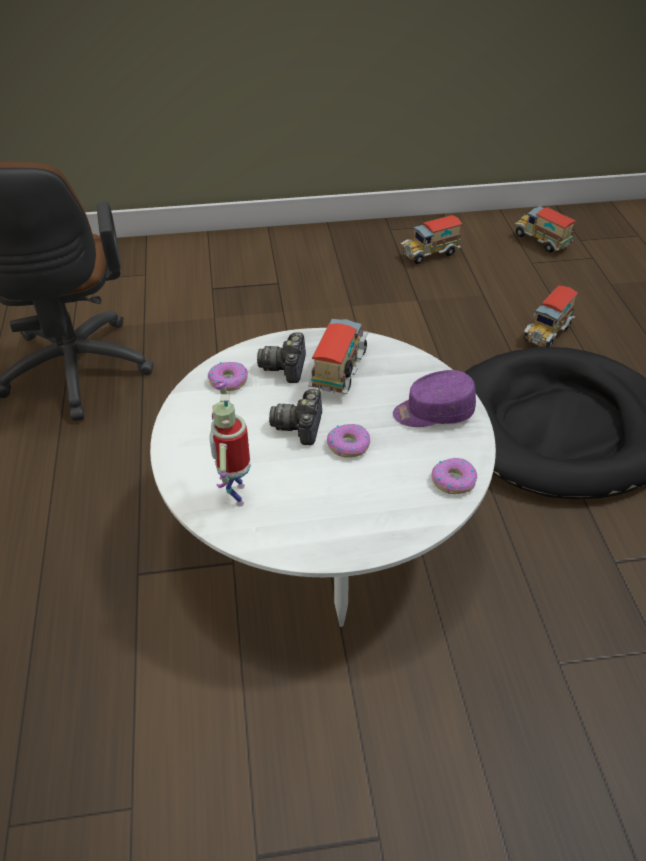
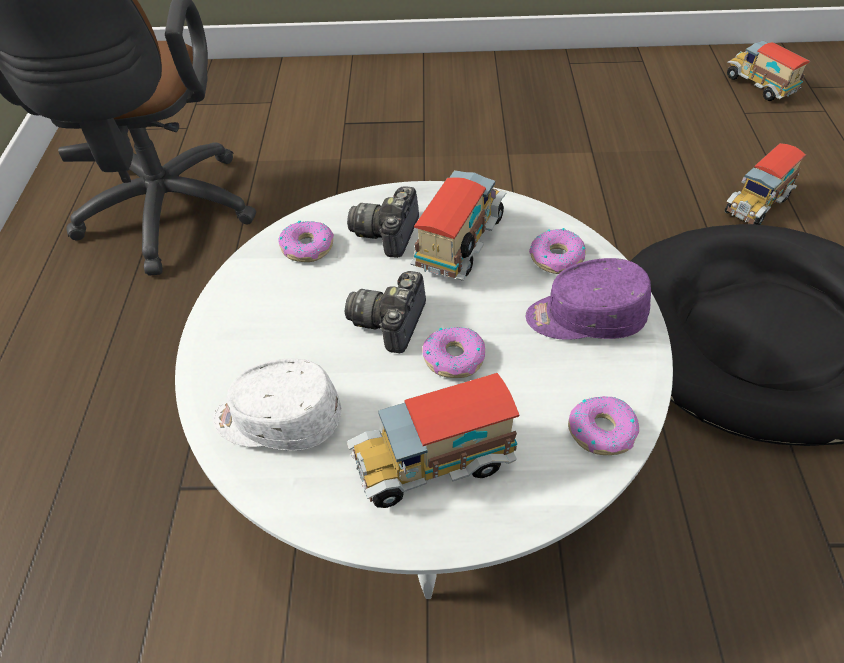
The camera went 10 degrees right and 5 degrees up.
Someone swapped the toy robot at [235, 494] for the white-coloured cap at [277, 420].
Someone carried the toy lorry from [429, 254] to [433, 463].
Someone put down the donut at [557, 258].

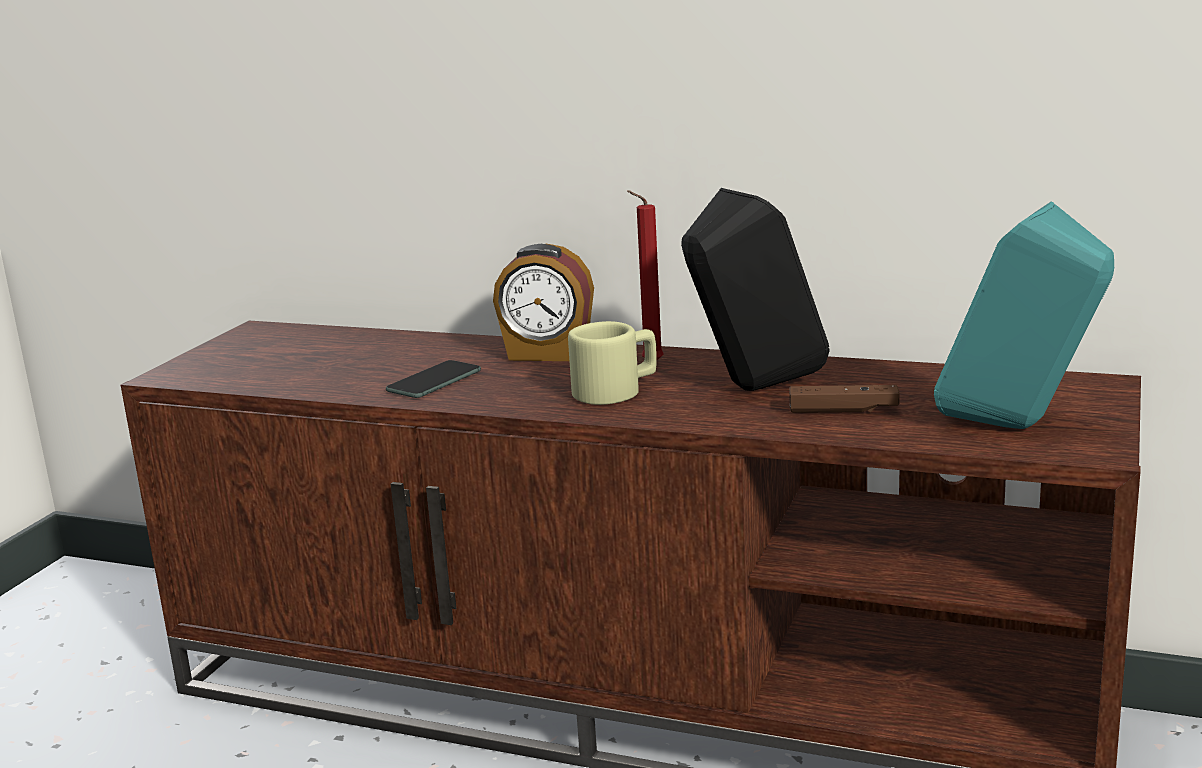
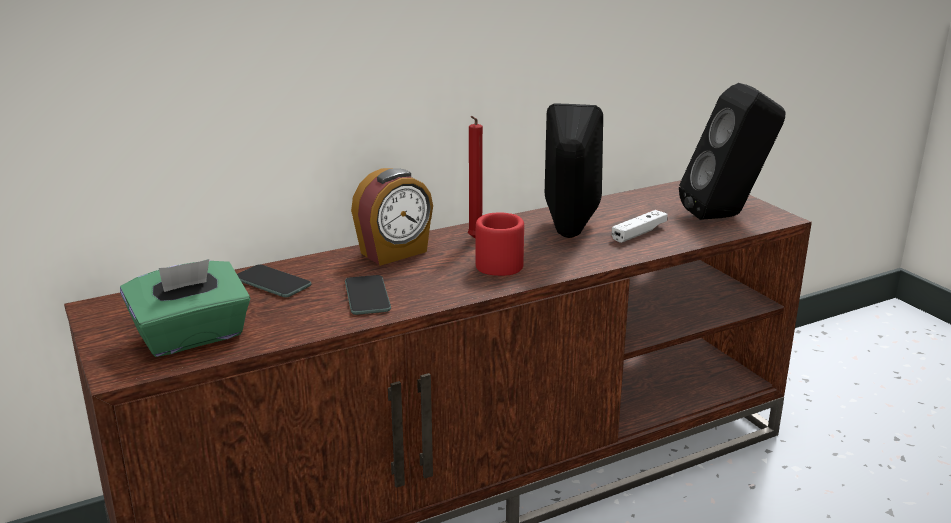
The camera went 50 degrees left and 5 degrees up.
Someone repainted the sand-coloured tea mug at [617, 391], which became the red-coloured tea mug at [500, 262].
Someone repainted the brown-coloured joypad at [843, 410], which became the white-coloured joypad at [639, 233].
Someone repainted the blue-green loudspeaker at [1019, 427], which became the black-coloured loudspeaker at [727, 216].
Someone put down the green box of tissues at [192, 337].
Someone put down the handset at [272, 282].

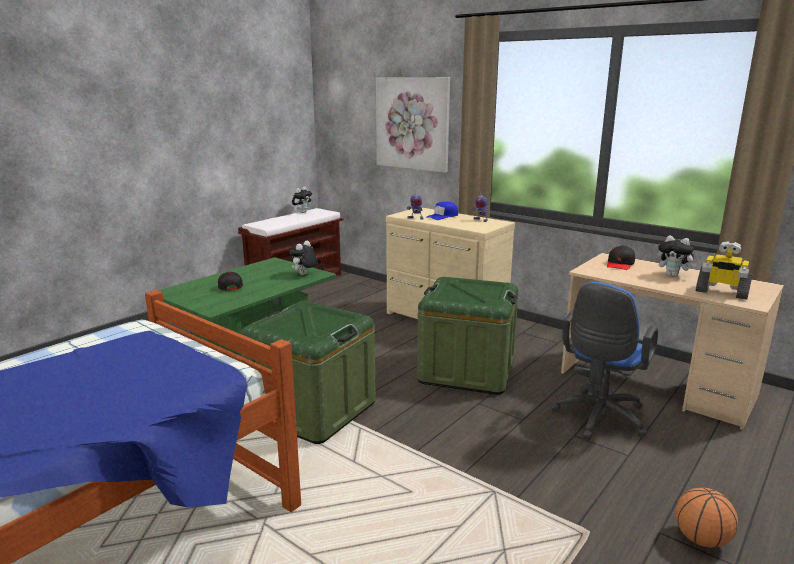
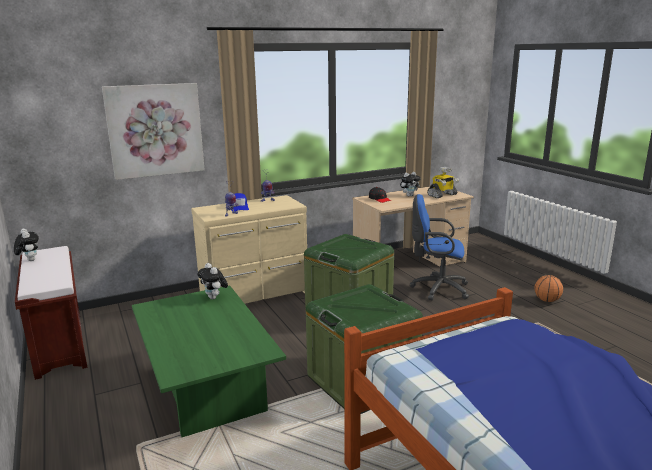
The camera went 65 degrees left and 0 degrees up.
Someone took away the black-coloured cap at [229, 286].
Someone rotated the blue-coloured office chair at [598, 419] by 135 degrees clockwise.

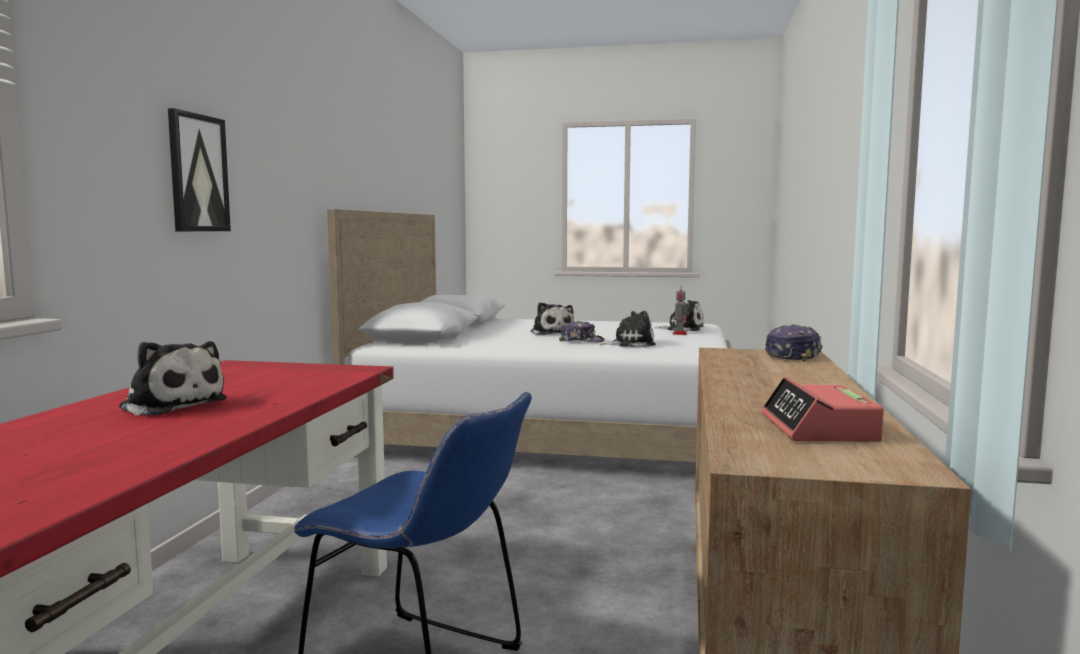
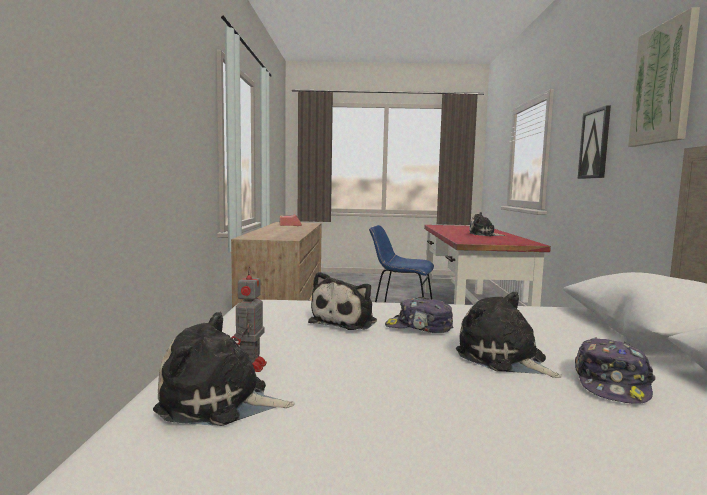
The camera went 170 degrees right and 0 degrees up.
Someone rotated the soft toy at [630, 344] by 45 degrees counterclockwise.
Someone carried the cap from [793, 356] to [612, 384].
Someone put up the wall art at [663, 84].

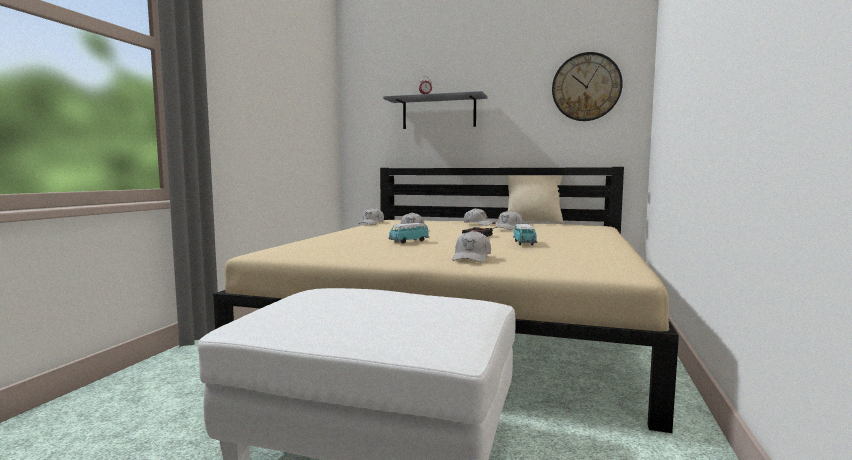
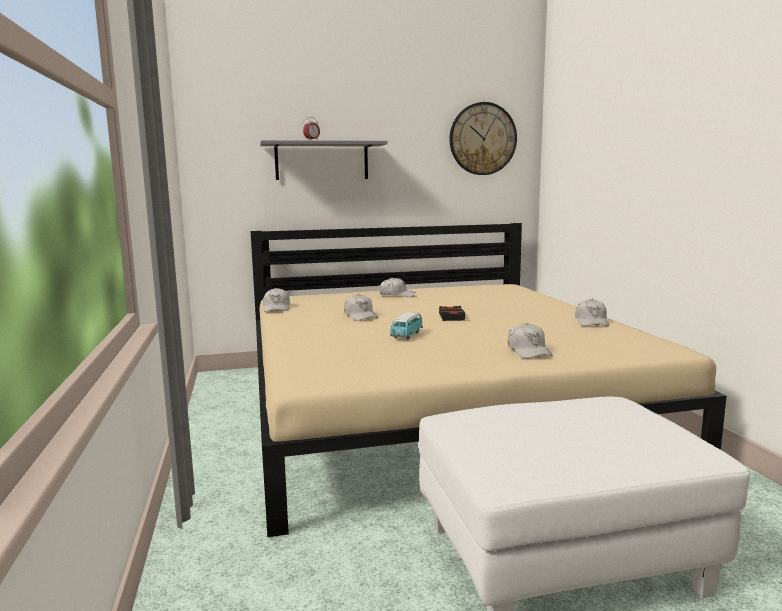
The camera went 30 degrees left and 5 degrees up.
Someone carried the white-coloured cap from [508, 228] to [591, 322].
Someone took away the sand-coloured throw pillow at [533, 222].
Someone took away the toy car at [524, 243].

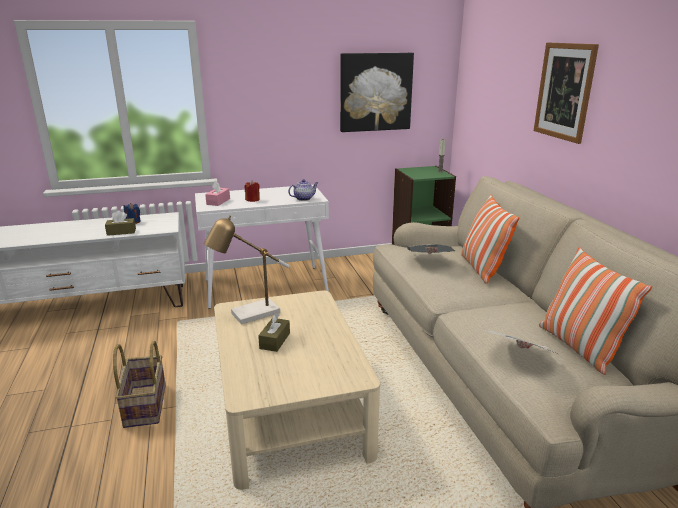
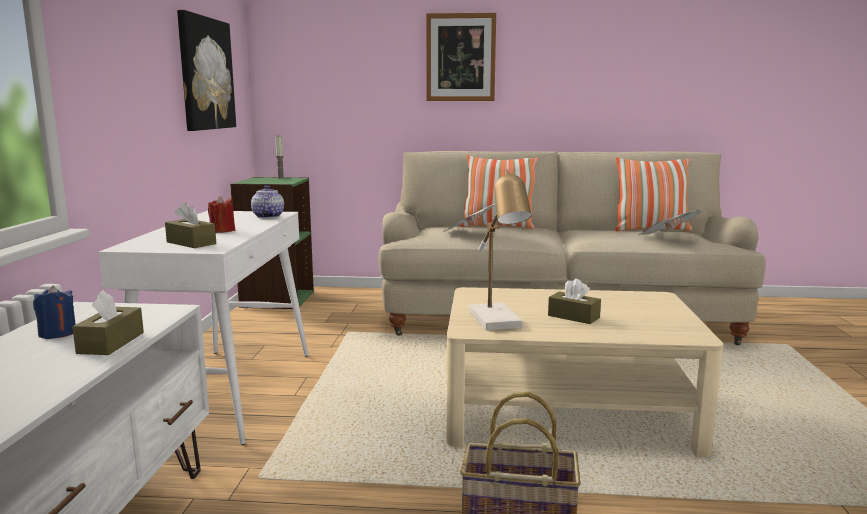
The camera went 70 degrees left and 10 degrees down.
Someone repainted the pinkish box of tissues at [218, 201], which became the brown-coloured box of tissues at [191, 243].

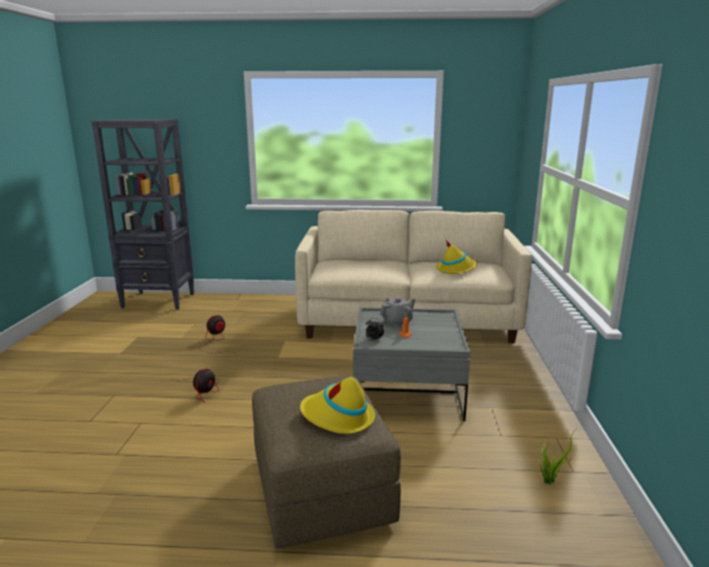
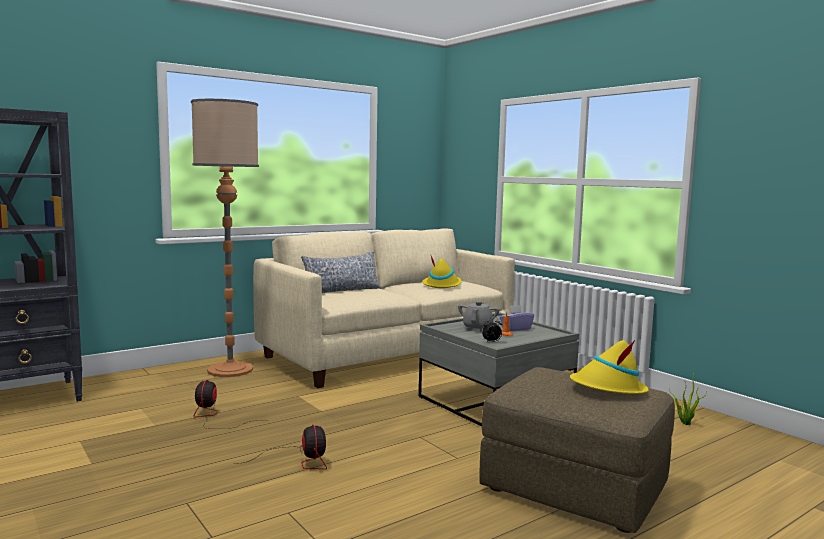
The camera went 40 degrees left and 10 degrees down.
Someone put down the standing lamp at [230, 370].
Someone put down the throw pillow at [341, 290].
Someone put down the purple-coloured box of tissues at [516, 328].

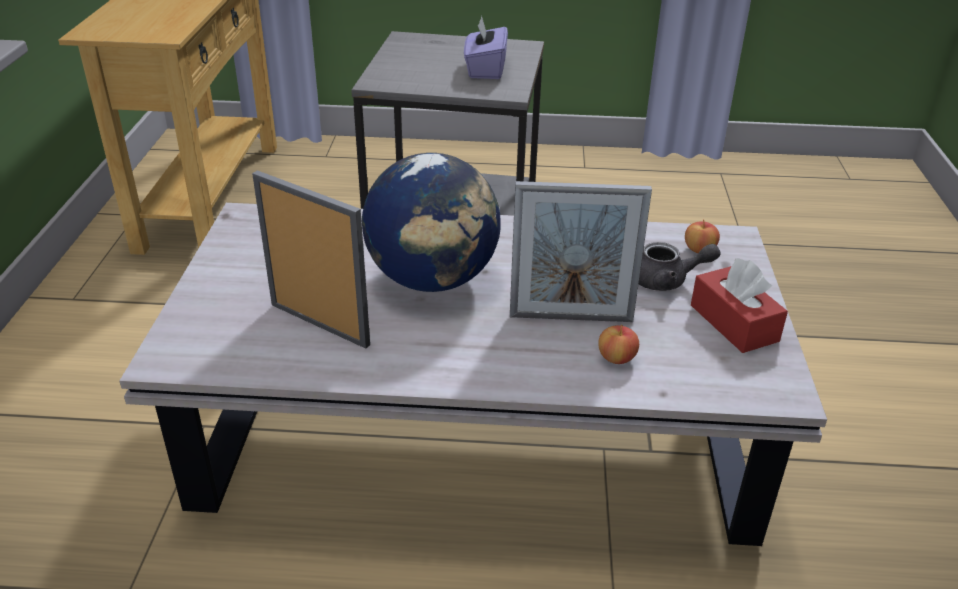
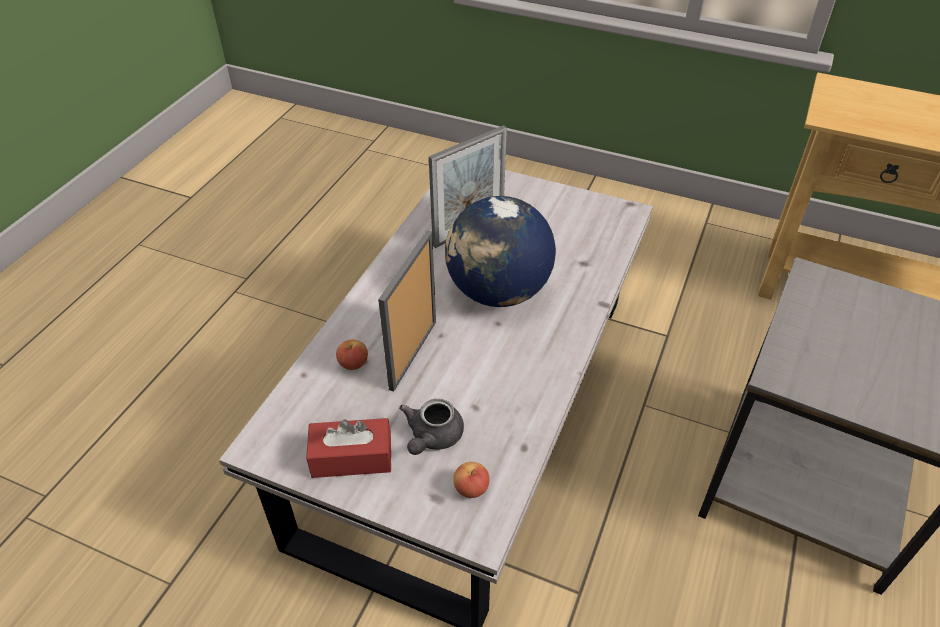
The camera went 110 degrees right and 10 degrees up.
Someone took away the purple-coloured box of tissues at [485, 70].

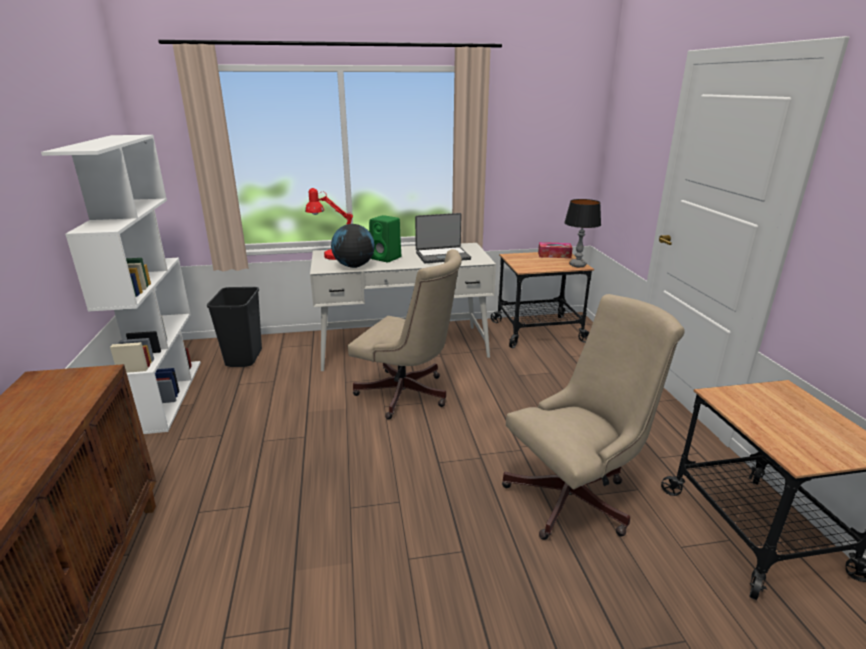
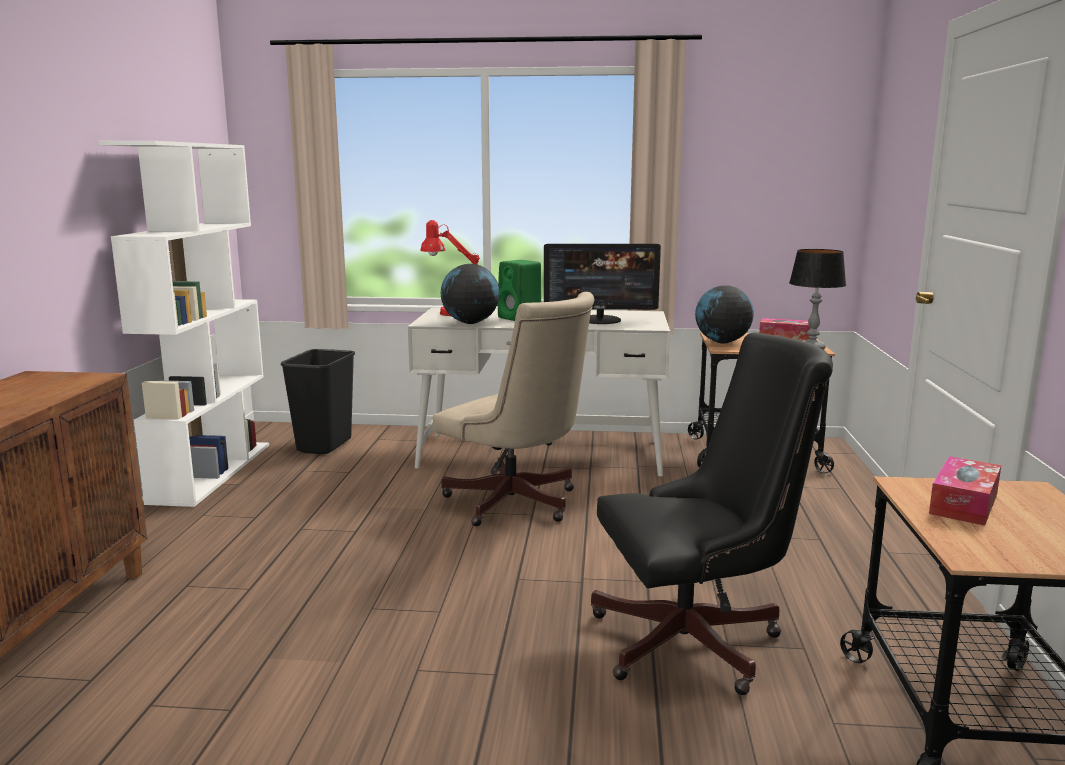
The camera went 15 degrees right and 10 degrees down.
Someone swapped the laptop at [442, 256] for the computer display at [600, 320].
Someone repainted the sand-coloured office chair at [576, 496], which became the black-coloured office chair at [698, 642].
Someone put down the world globe at [722, 342].
Someone put down the box of tissues at [963, 504].

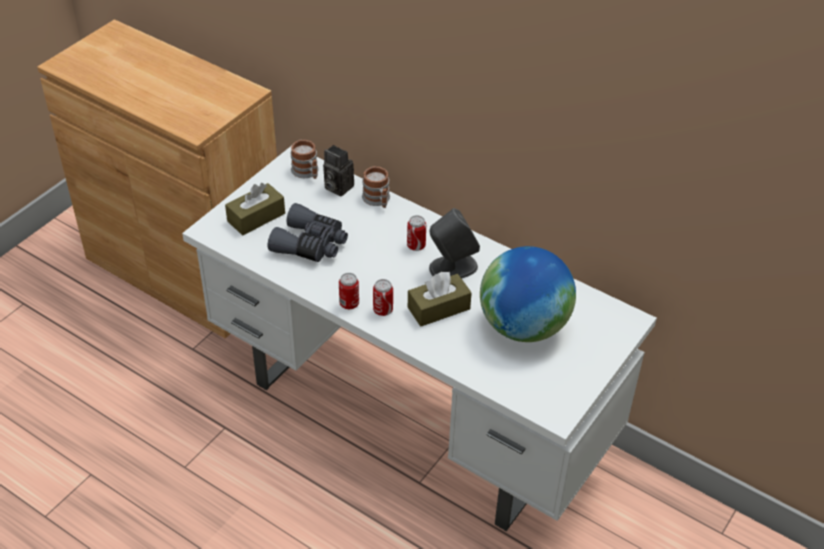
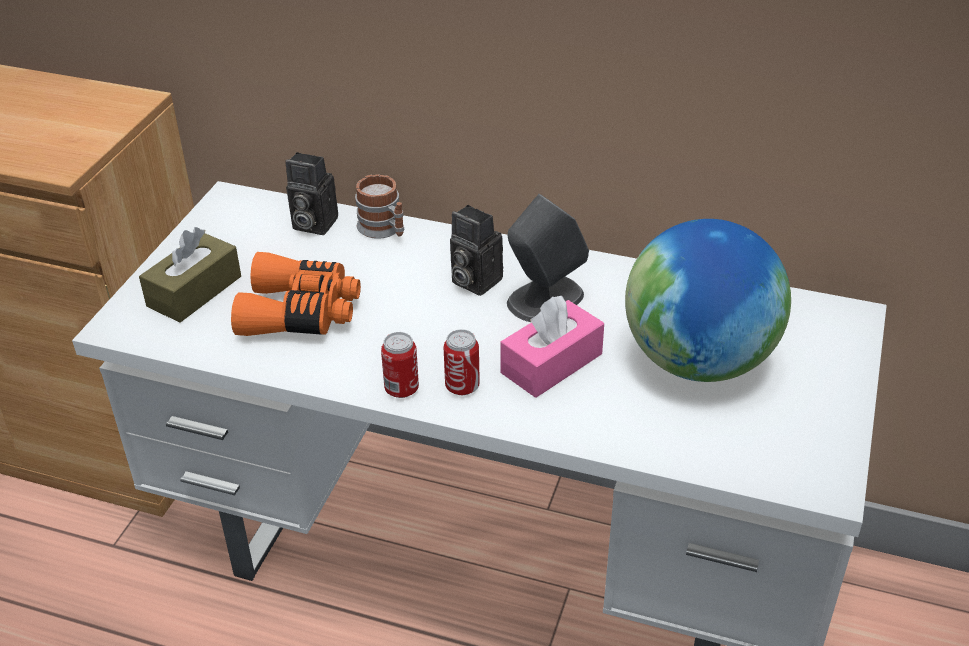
The camera went 15 degrees left and 5 degrees down.
Someone repainted the grey field glasses at [311, 244], which became the orangey field glasses at [301, 312].
Someone took away the tea mug at [307, 172].
Someone swapped the sealed can at [416, 246] for the still camera at [473, 280].
Someone repainted the brown-coloured box of tissues at [438, 308], which became the pinkish box of tissues at [551, 363].

